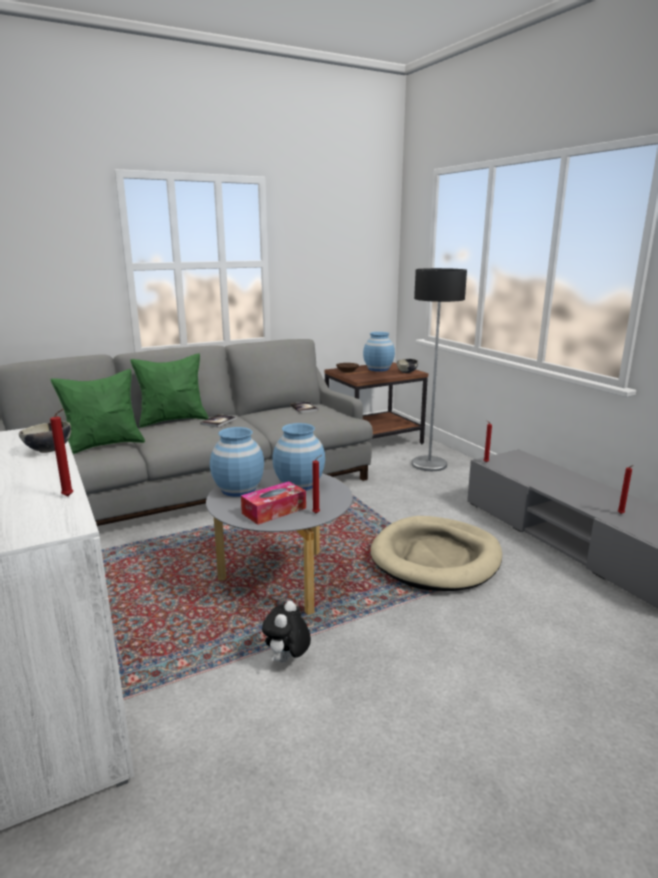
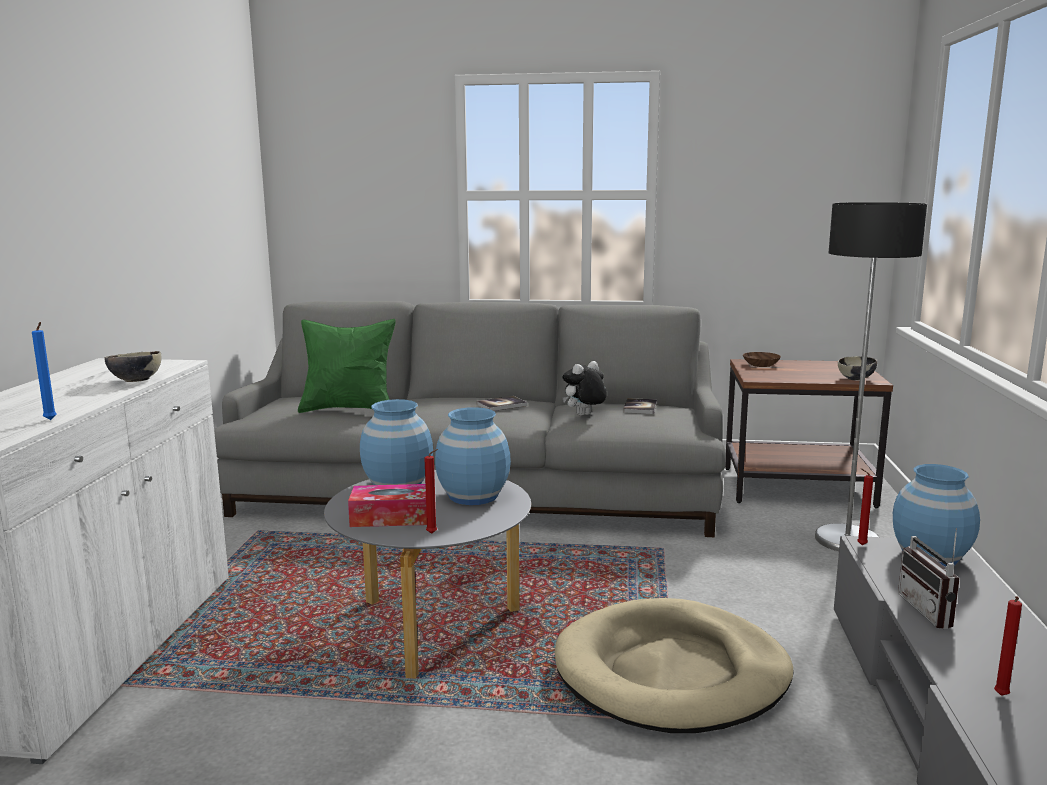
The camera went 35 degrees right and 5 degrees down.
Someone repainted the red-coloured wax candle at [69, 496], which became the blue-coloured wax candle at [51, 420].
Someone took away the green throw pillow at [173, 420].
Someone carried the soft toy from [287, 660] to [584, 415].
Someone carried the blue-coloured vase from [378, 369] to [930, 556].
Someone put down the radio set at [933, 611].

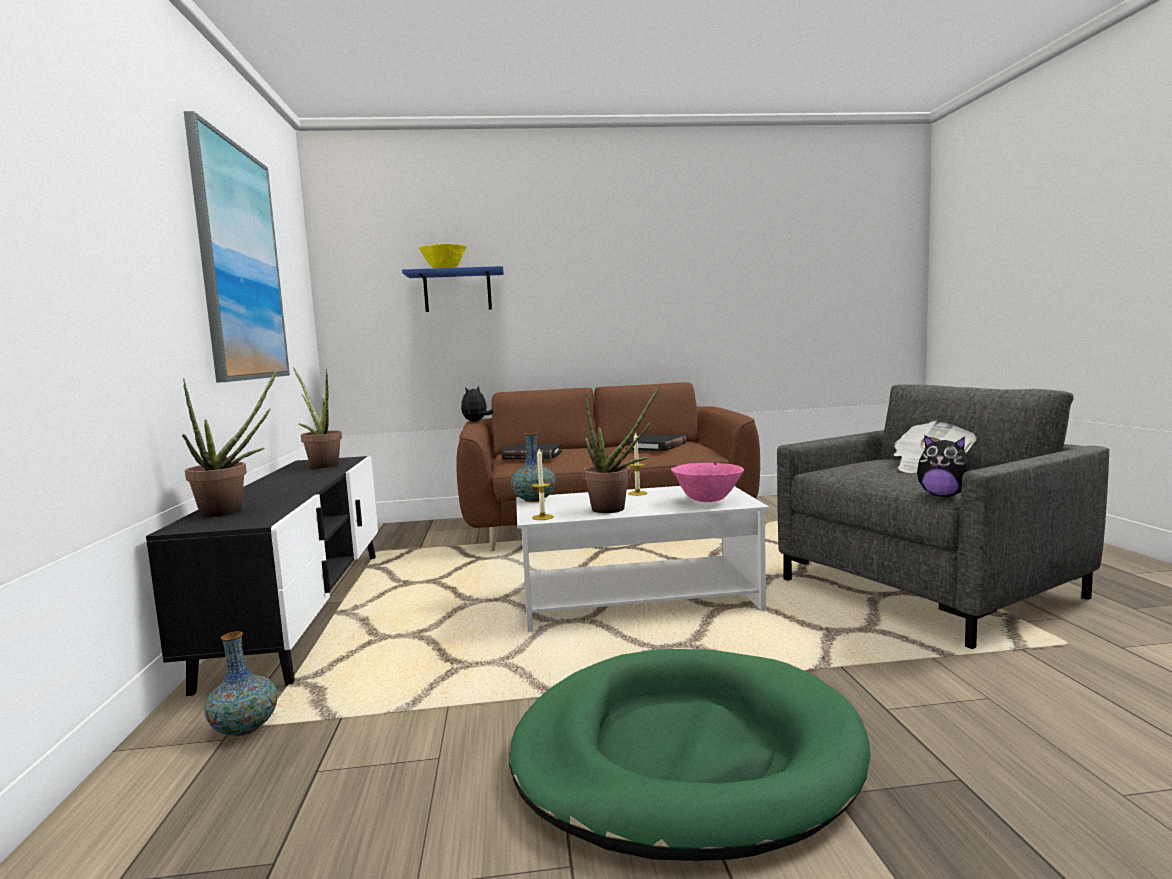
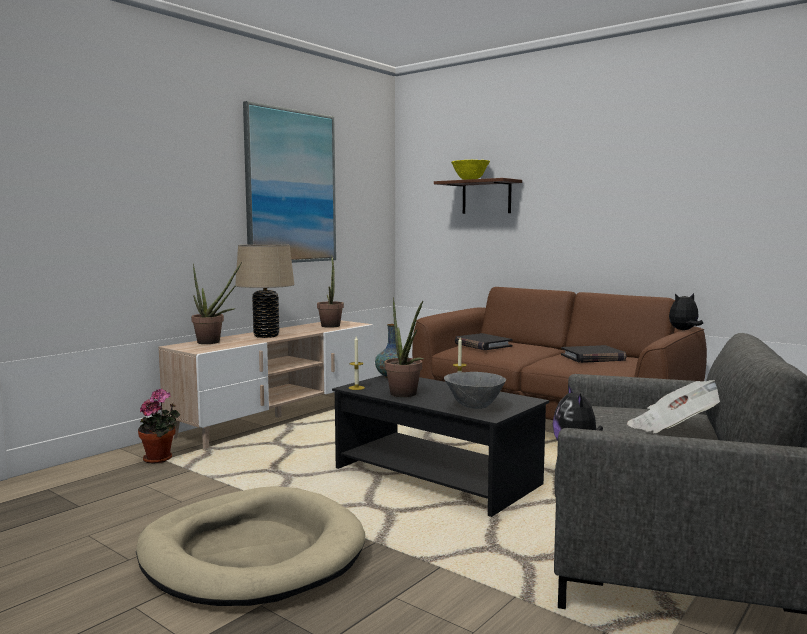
The camera went 45 degrees right and 0 degrees up.
Someone repainted the black-coloured tv stand at [303, 610], which became the sand-coloured tv stand at [279, 417].
Someone swapped the vase at [245, 728] for the potted plant at [160, 459].
Someone repainted the blue-coloured wall shelf at [457, 291], which became the brown-coloured wall shelf at [486, 197].
Someone carried the soft toy from [476, 421] to [684, 330].
Someone repainted the green pet bed at [684, 756], which became the sand-coloured pet bed at [251, 553].
Someone repainted the white-coloured lounge table at [639, 600], which became the black-coloured lounge table at [437, 477].
Someone repainted the pinkish serving bowl at [707, 501], which became the grey serving bowl at [474, 407].
Someone put down the sand-coloured tabletop lamp at [266, 336].

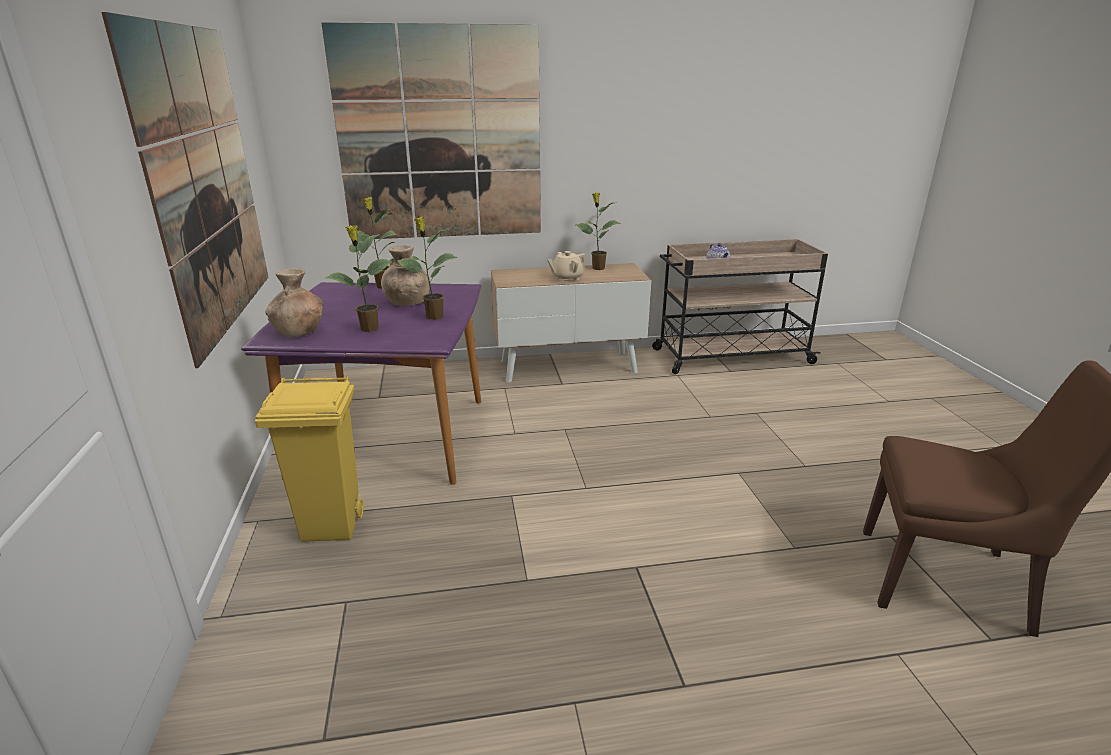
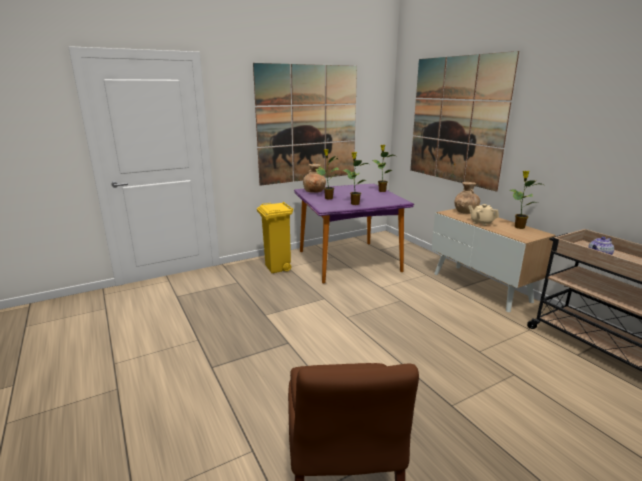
The camera went 70 degrees right and 5 degrees down.
Someone carried the brown-coloured vase from [407, 302] to [465, 212].

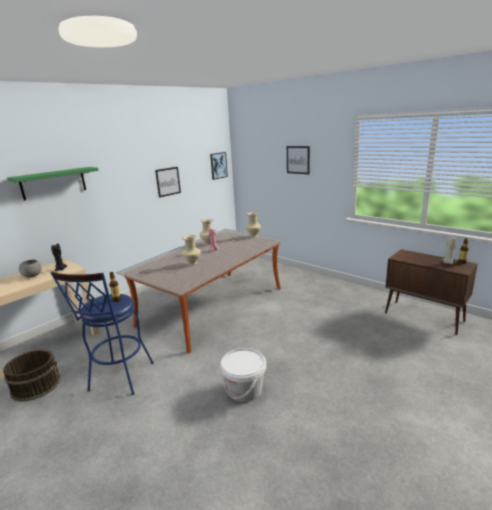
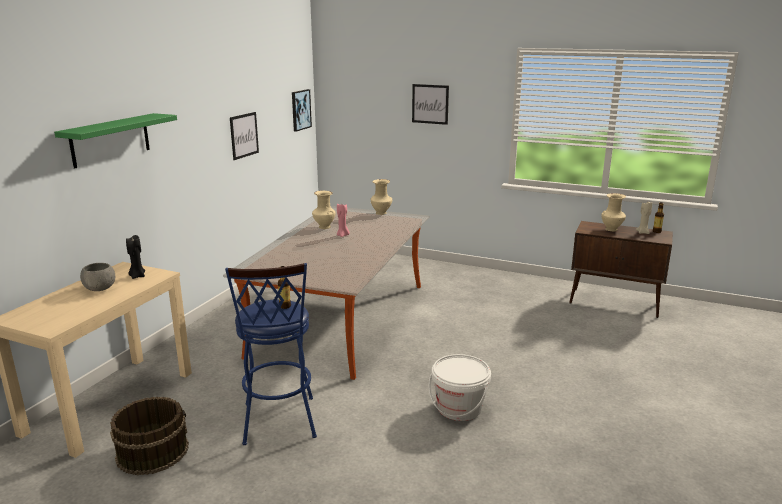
The camera went 20 degrees left and 0 degrees up.
Someone carried the sand-coloured vase from [193, 263] to [612, 229].

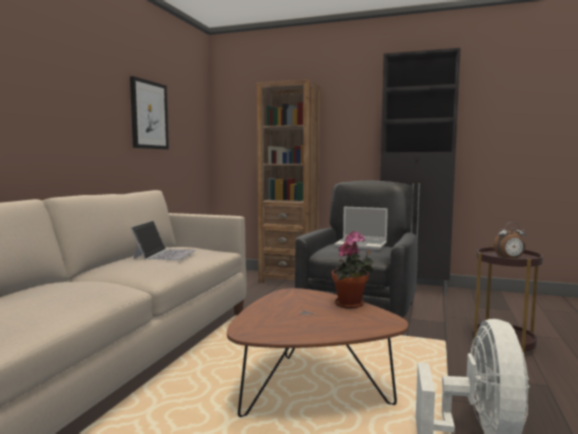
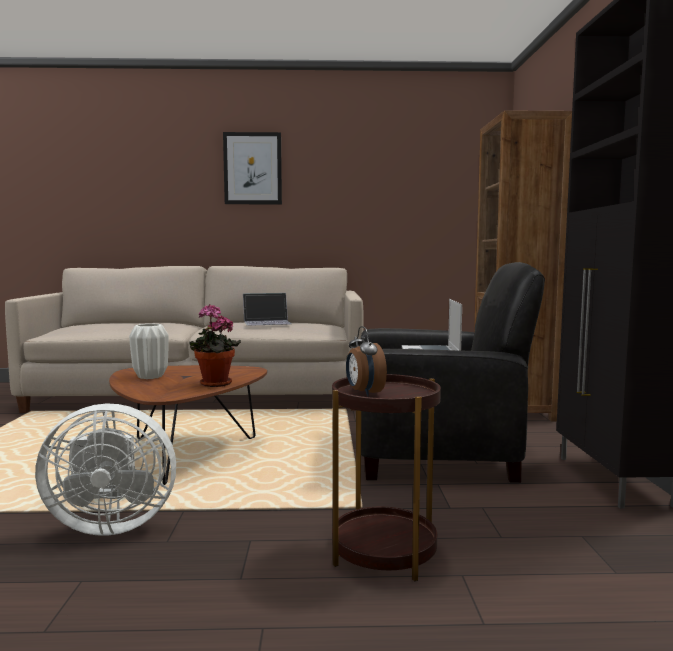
The camera went 70 degrees right and 0 degrees up.
Someone carried the wall art from [149, 115] to [252, 168].
Someone put down the white-coloured vase at [151, 376].

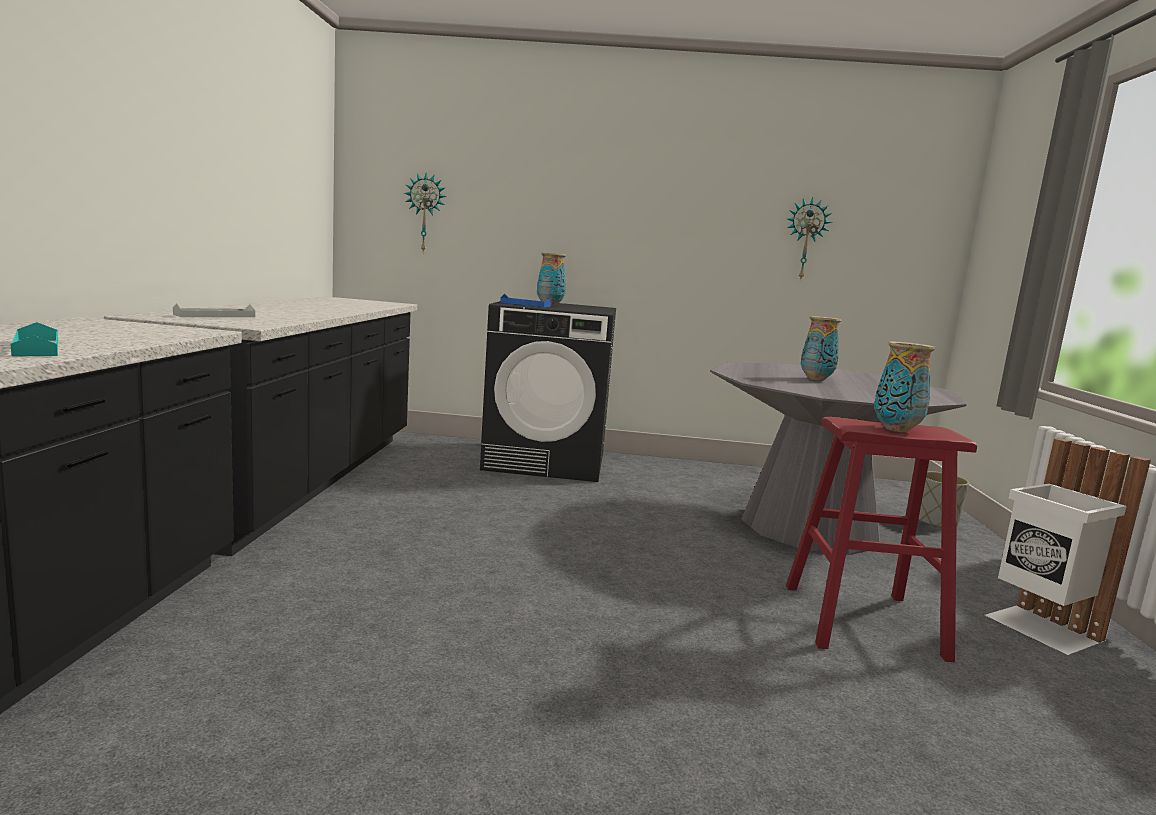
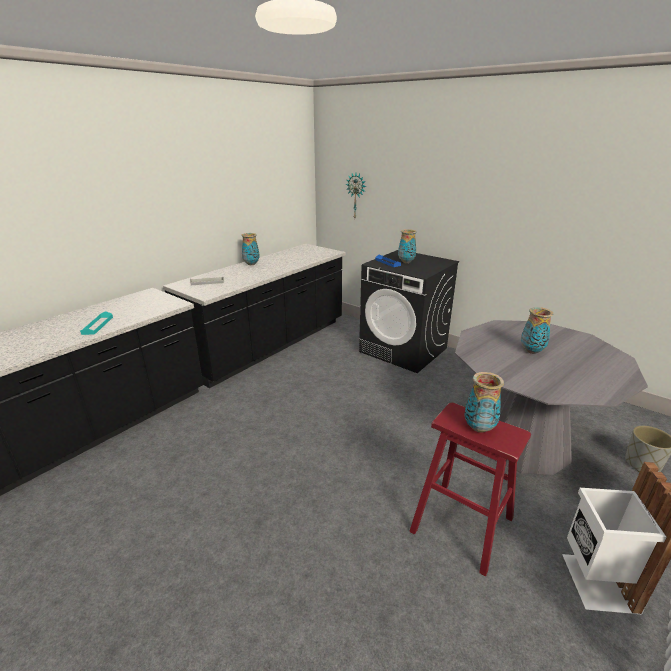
The camera went 35 degrees right and 15 degrees up.
Someone took away the wall clock at [805, 239].
Someone put down the vase at [251, 264].

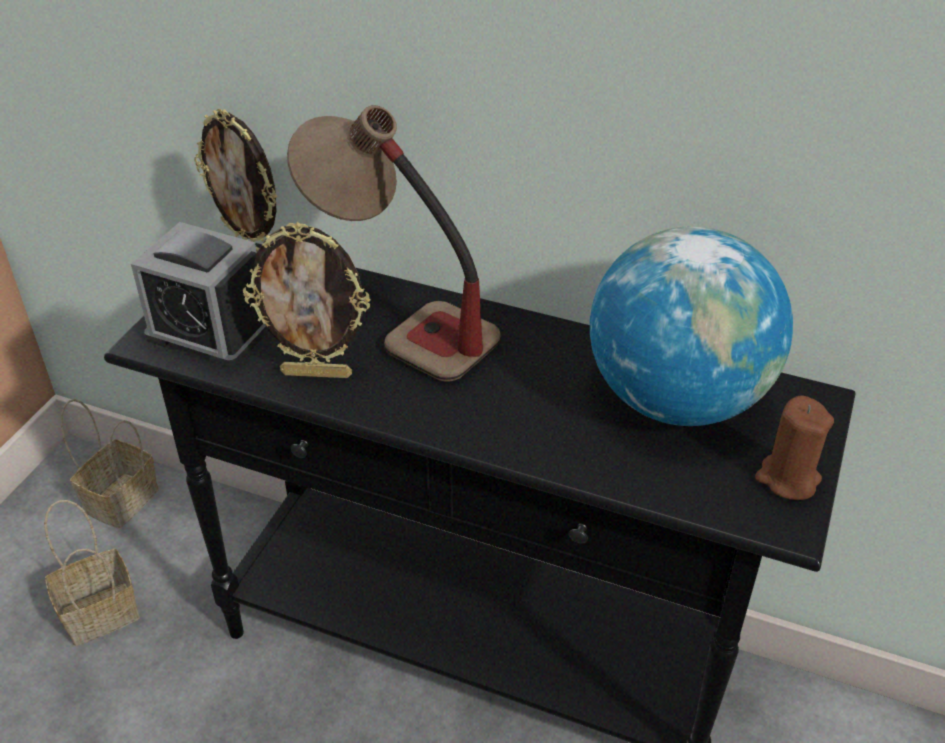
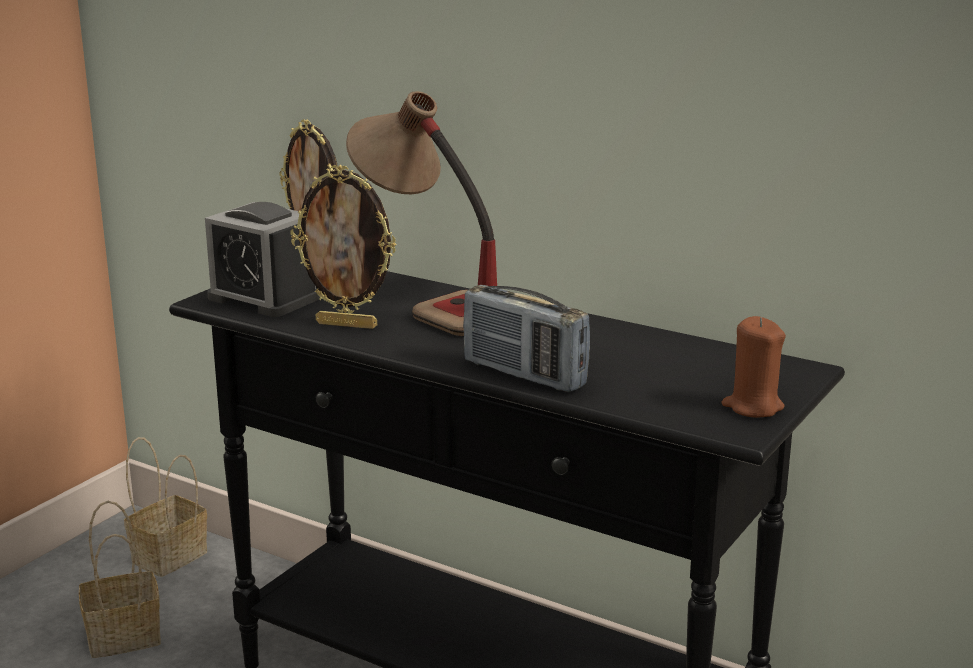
The camera went 10 degrees right and 20 degrees down.
Someone took away the world globe at [677, 398].
Someone put down the radio set at [524, 374].

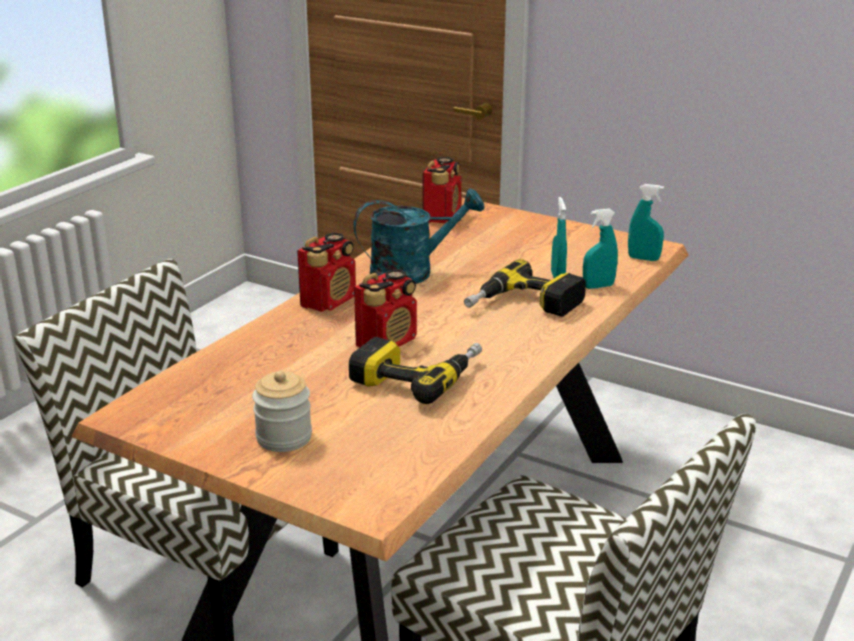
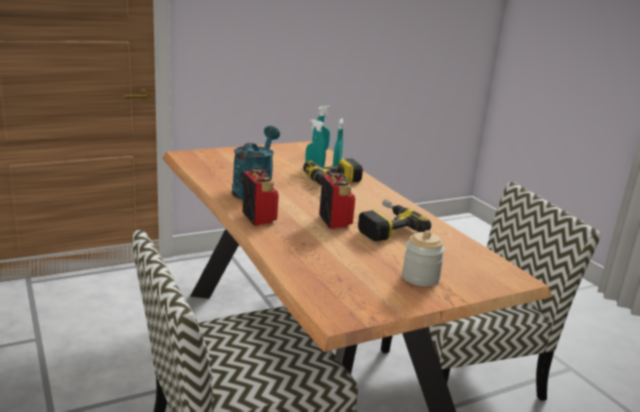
The camera went 60 degrees left and 5 degrees down.
Someone took away the radio set at [442, 216].

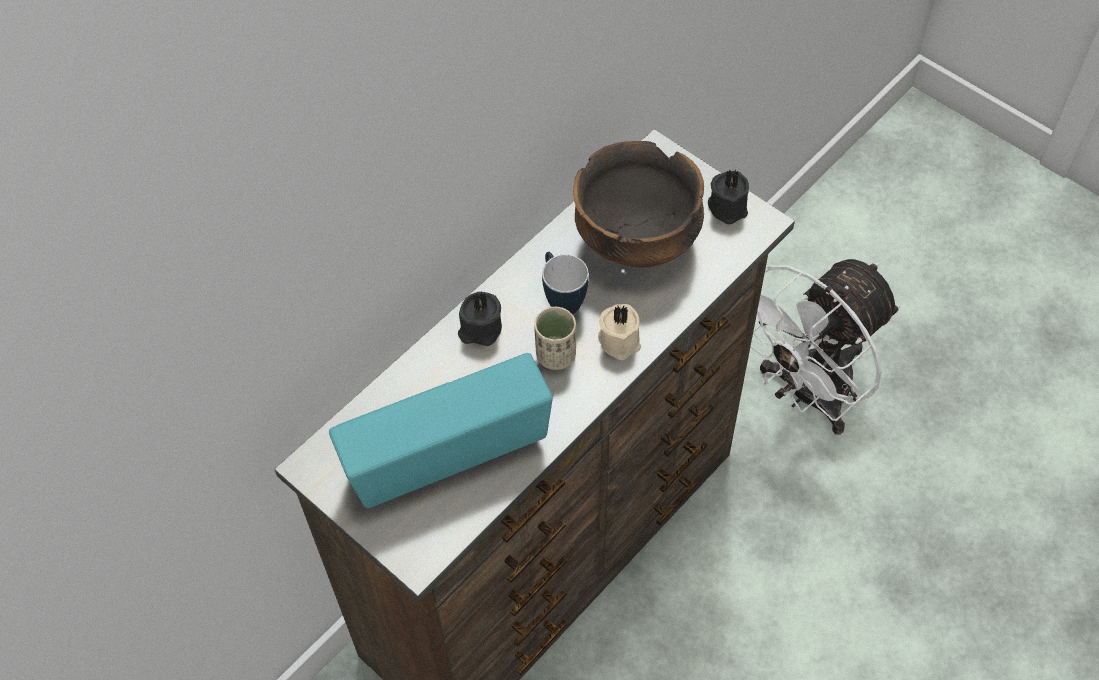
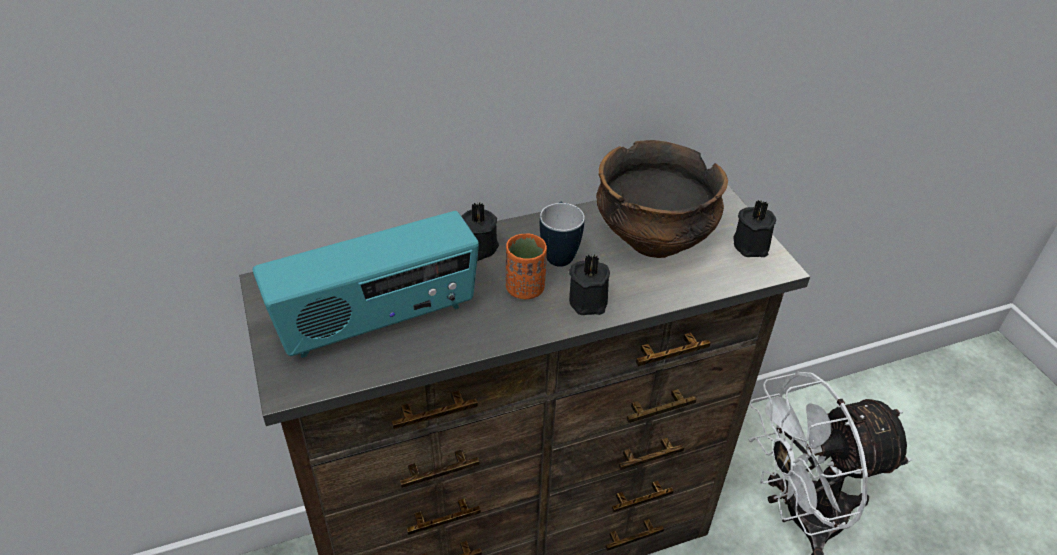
The camera went 25 degrees right and 15 degrees down.
Someone rotated the radio set at [447, 455] by 150 degrees clockwise.
Someone repainted the sand-coloured drinking cup at [556, 355], which became the orangey drinking cup at [525, 289].
Someone repainted the sand-coloured wax candle at [620, 339], which became the black-coloured wax candle at [590, 300].

